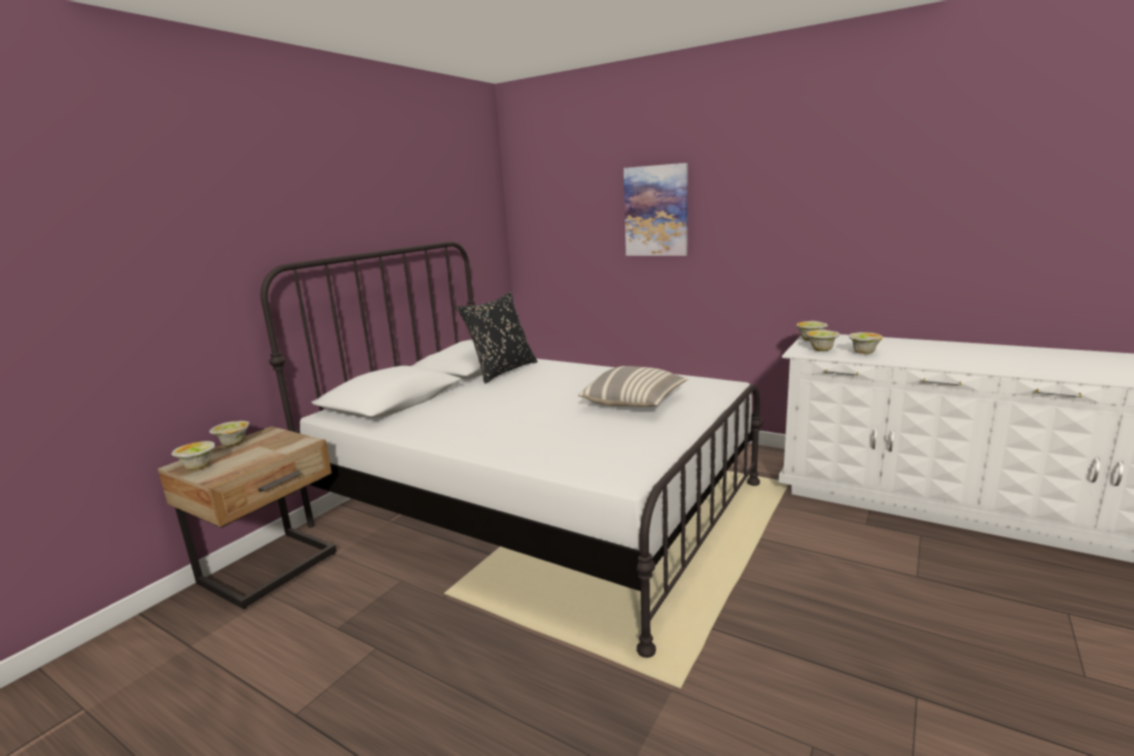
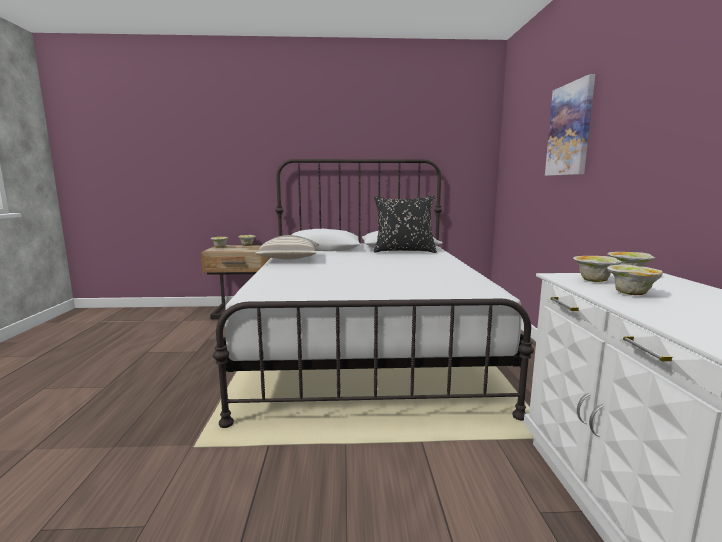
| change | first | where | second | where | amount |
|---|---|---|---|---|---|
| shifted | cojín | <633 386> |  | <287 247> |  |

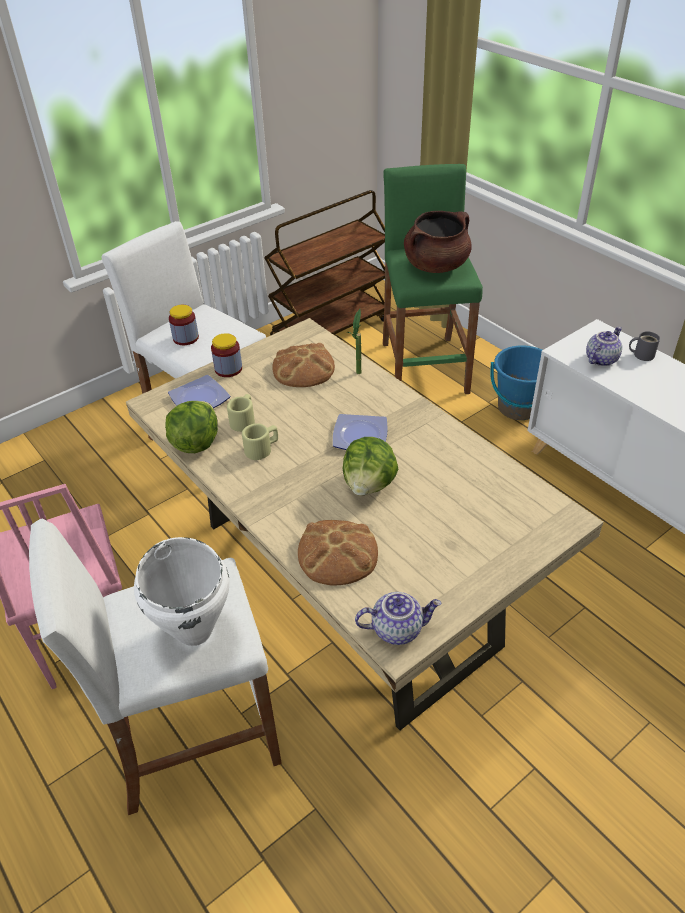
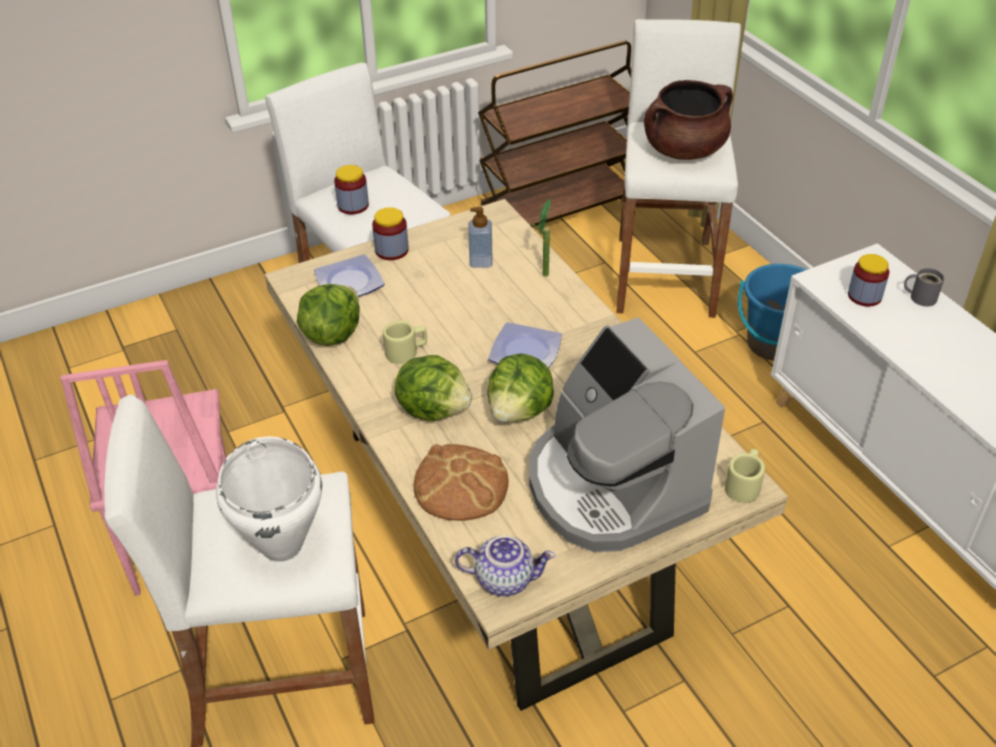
| change | first | where | second | where | amount |
|---|---|---|---|---|---|
| new |  |  | lechuga | <433 388> |  |
| new |  |  | cafetera | <627 434> |  |
| shifted | taza grande [beis] | <241 413> |  | <745 476> |  |
| swapped | pan | <303 365> | dispensador de jabón | <480 237> |  |
| swapped | tetera | <604 346> | tarro | <868 280> |  |
| repainted | taburete [verde] | <433 279> | taburete [blanco] | <679 168> |  |

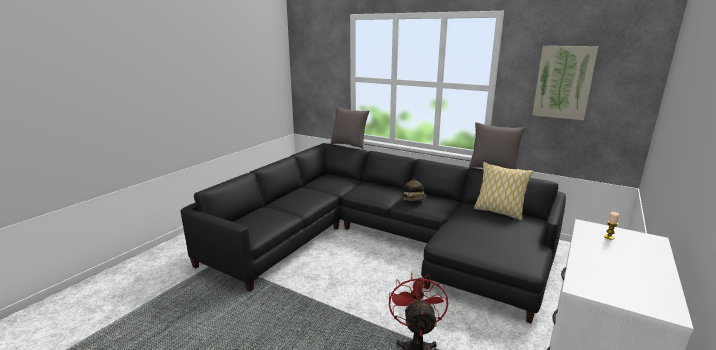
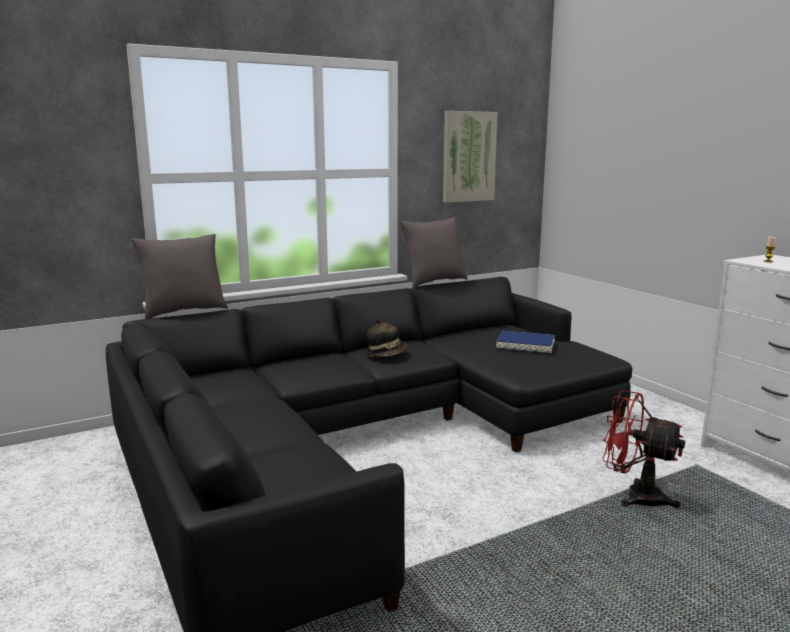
| change | first | where | second | where | amount |
|---|---|---|---|---|---|
| gone | cojín | <503 191> |  |  |  |
| new |  |  | libro [azul] | <525 341> |  |

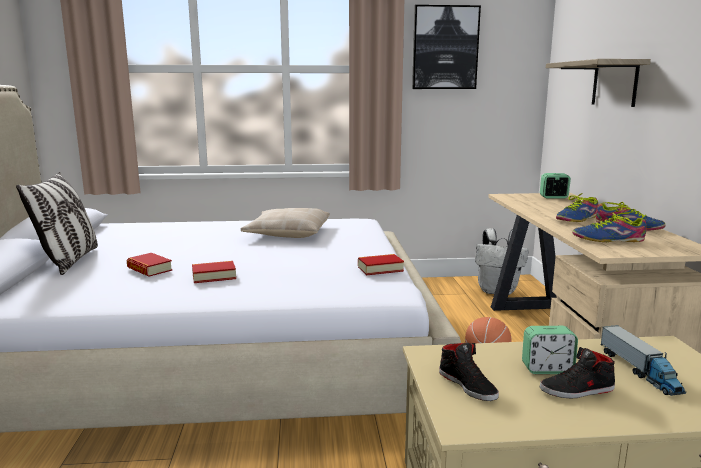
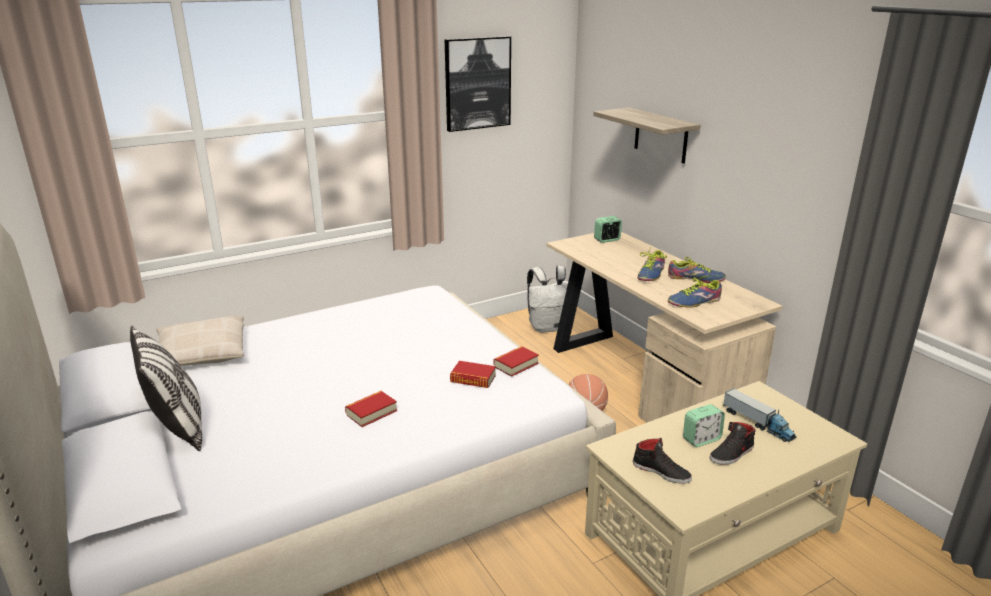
| change | first | where | second | where | amount |
|---|---|---|---|---|---|
| shifted | libro | <149 265> |  | <473 374> |  |
| shifted | cojín [beis] | <285 223> |  | <200 341> |  |

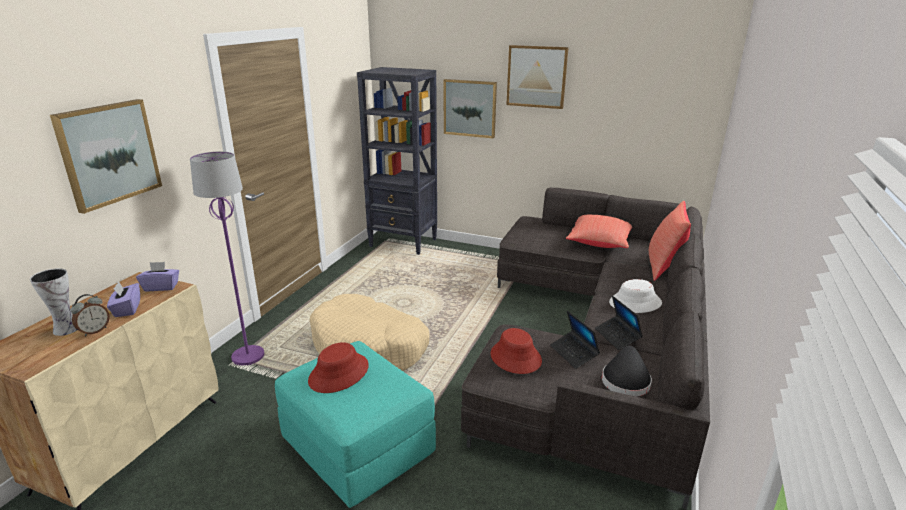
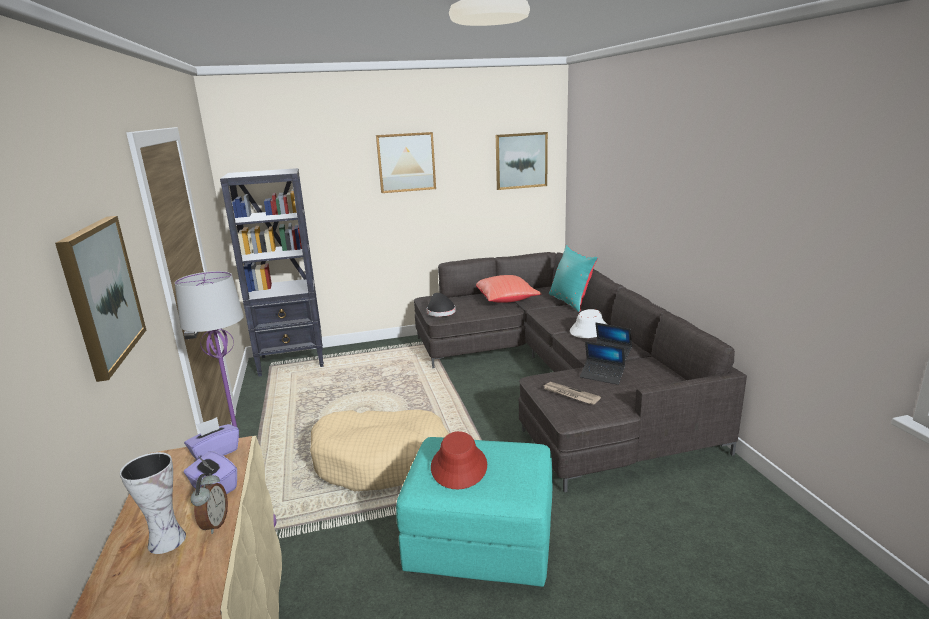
| change | first | where | second | where | amount |
|---|---|---|---|---|---|
| shifted | cuadro | <470 109> |  | <522 161> |  |
| shifted | sombrero [negro] | <627 371> |  | <441 305> |  |
| swapped | sombrero [rojo] | <516 351> | periódico | <572 393> |  |
| repainted | cojín [rojo] | <670 241> | cojín [turquesa] | <573 278> |  |

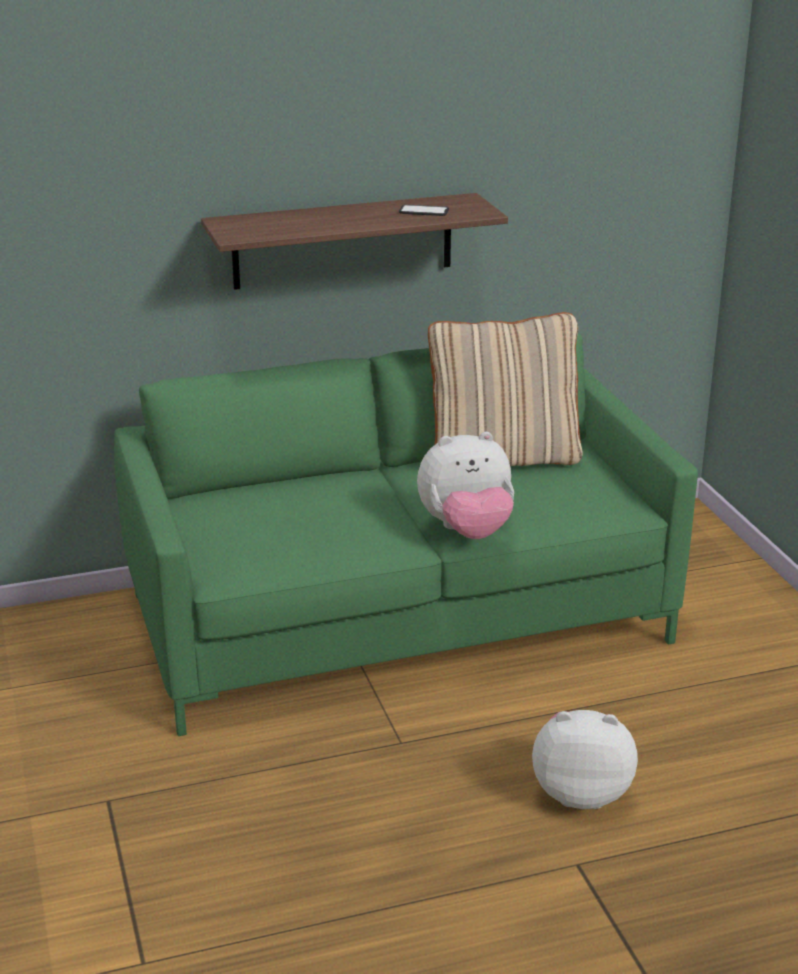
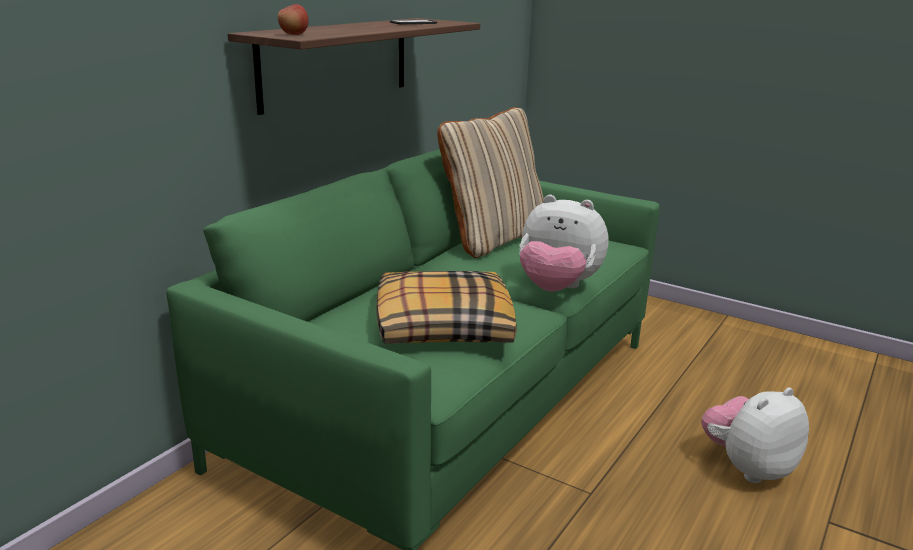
| change | first | where | second | where | amount |
|---|---|---|---|---|---|
| new |  |  | manzana | <293 19> |  |
| new |  |  | cojín | <447 307> |  |
| rotated | peluche | <465 485> |  | <563 243> | 75 degrees clockwise |

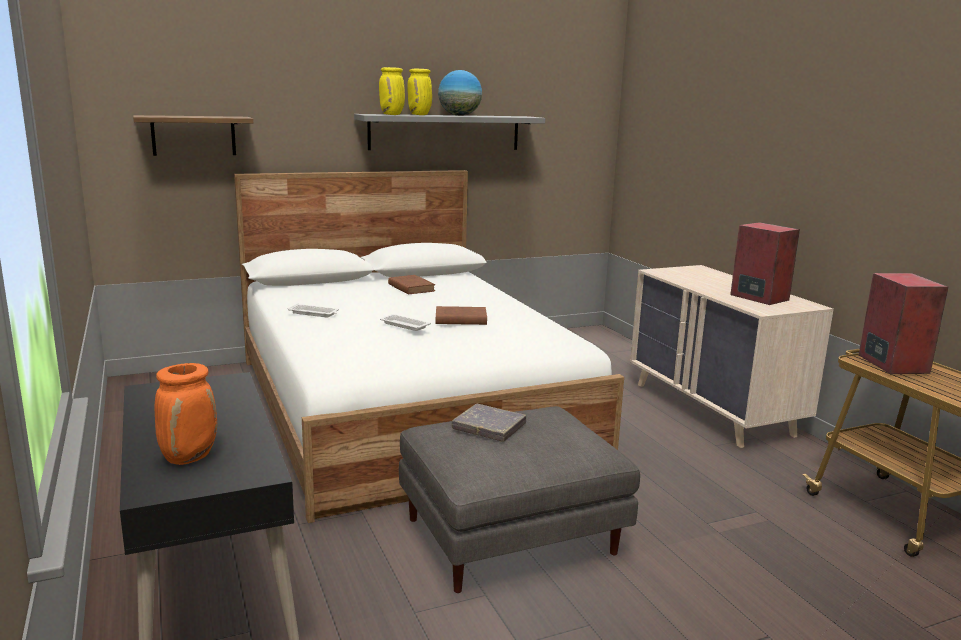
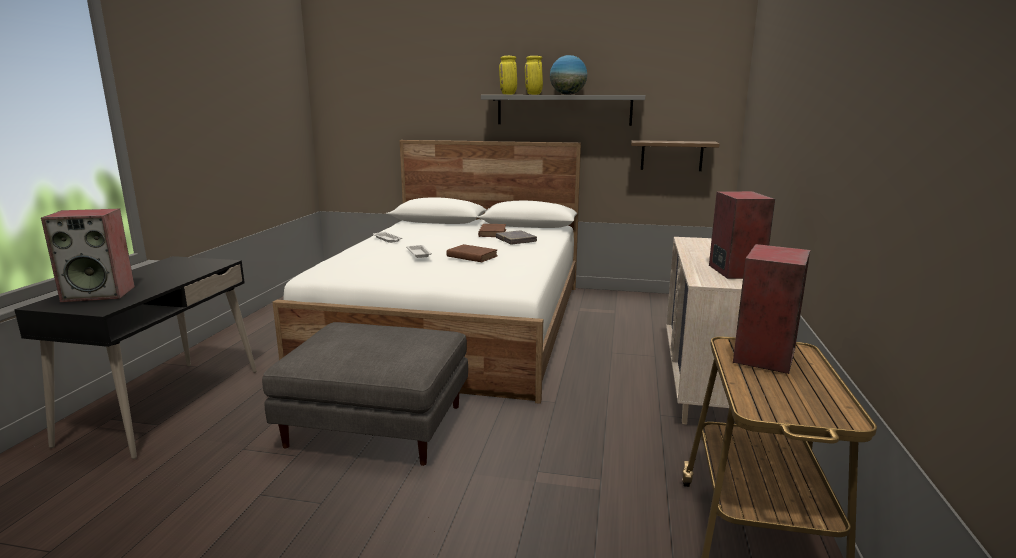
| change | first | where | second | where | amount |
|---|---|---|---|---|---|
| shifted | estante | <193 135> |  | <675 155> |  |
| shifted | libro [gris] | <488 423> |  | <516 237> |  |
| swapped | florero [naranja] | <186 414> | altavoz | <88 255> |  |

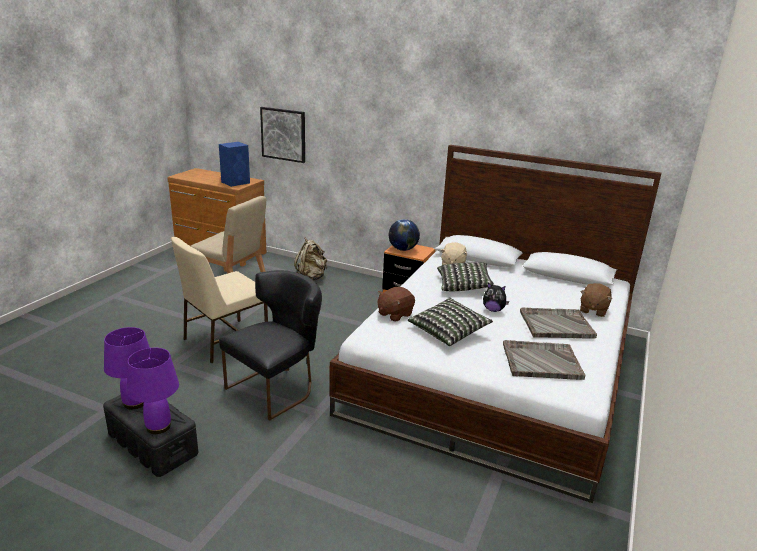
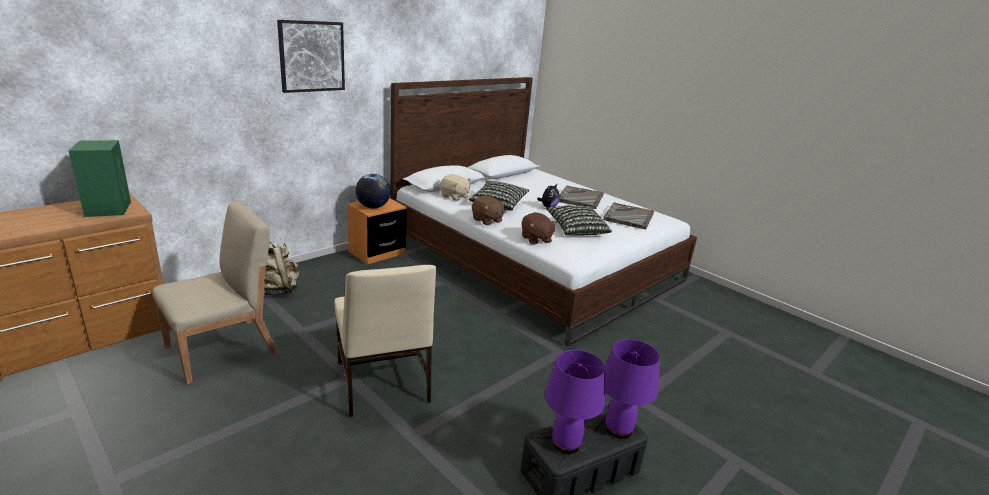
| change | first | where | second | where | amount |
|---|---|---|---|---|---|
| gone | silla [negro] | <270 345> |  |  |  |
| shifted | cuadro | <282 135> |  | <311 56> |  |
| shifted | peluche [marrón] | <596 300> |  | <489 210> |  |
| repainted | altavoz [azul] | <234 164> | altavoz [verde] | <100 178> |  |

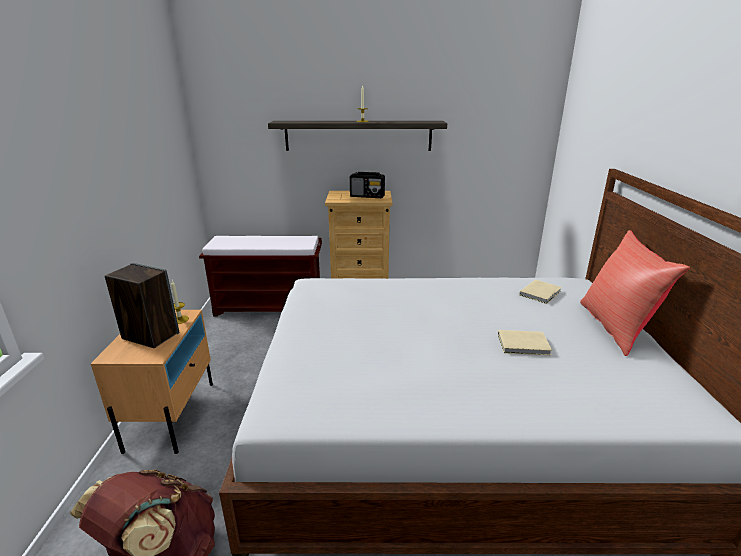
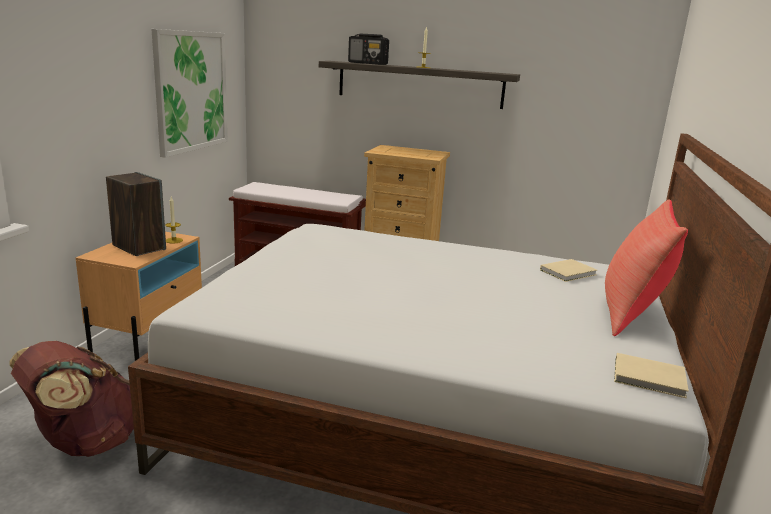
| change | first | where | second | where | amount |
|---|---|---|---|---|---|
| new |  |  | cuadro | <189 93> |  |
| shifted | radio | <367 185> |  | <368 49> |  |
| shifted | libro [beis] | <525 342> |  | <651 375> |  |

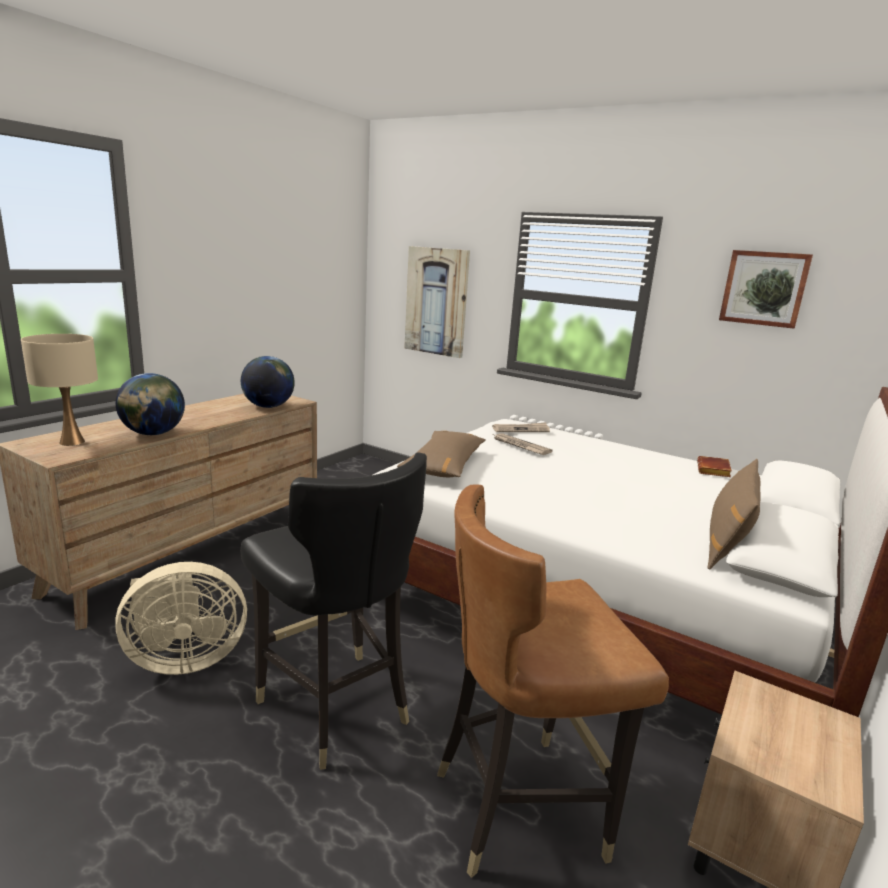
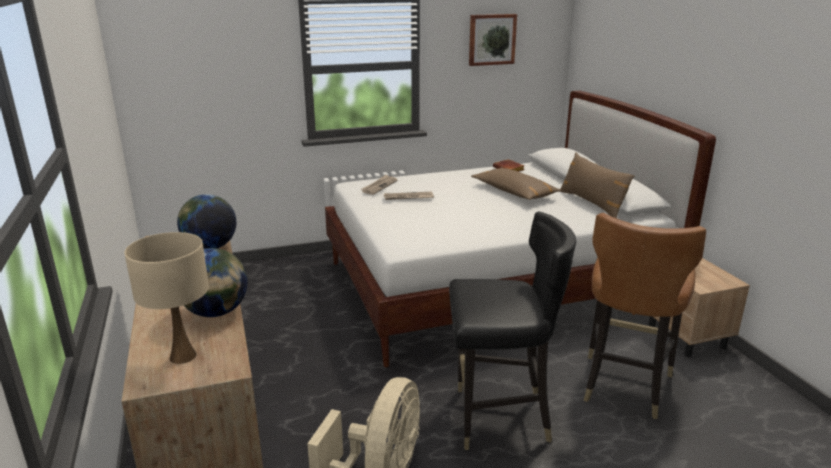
| change | first | where | second | where | amount |
|---|---|---|---|---|---|
| gone | cuadro | <437 302> |  |  |  |
| shifted | cojín [marrón] | <441 454> |  | <516 184> |  |

